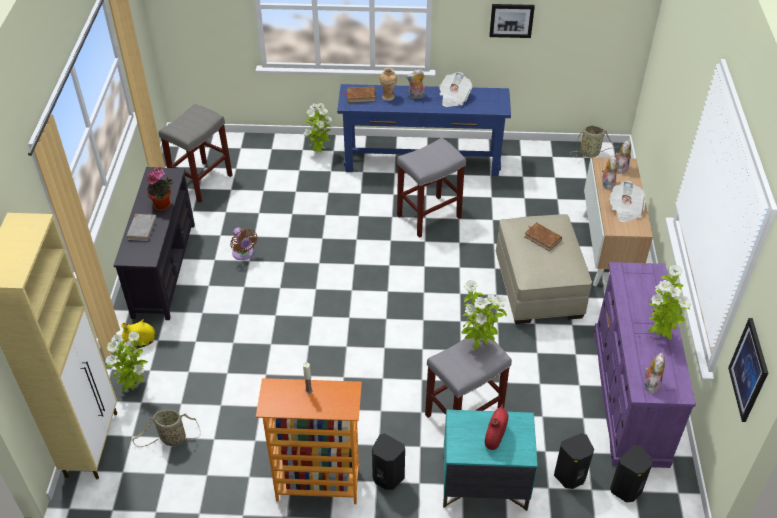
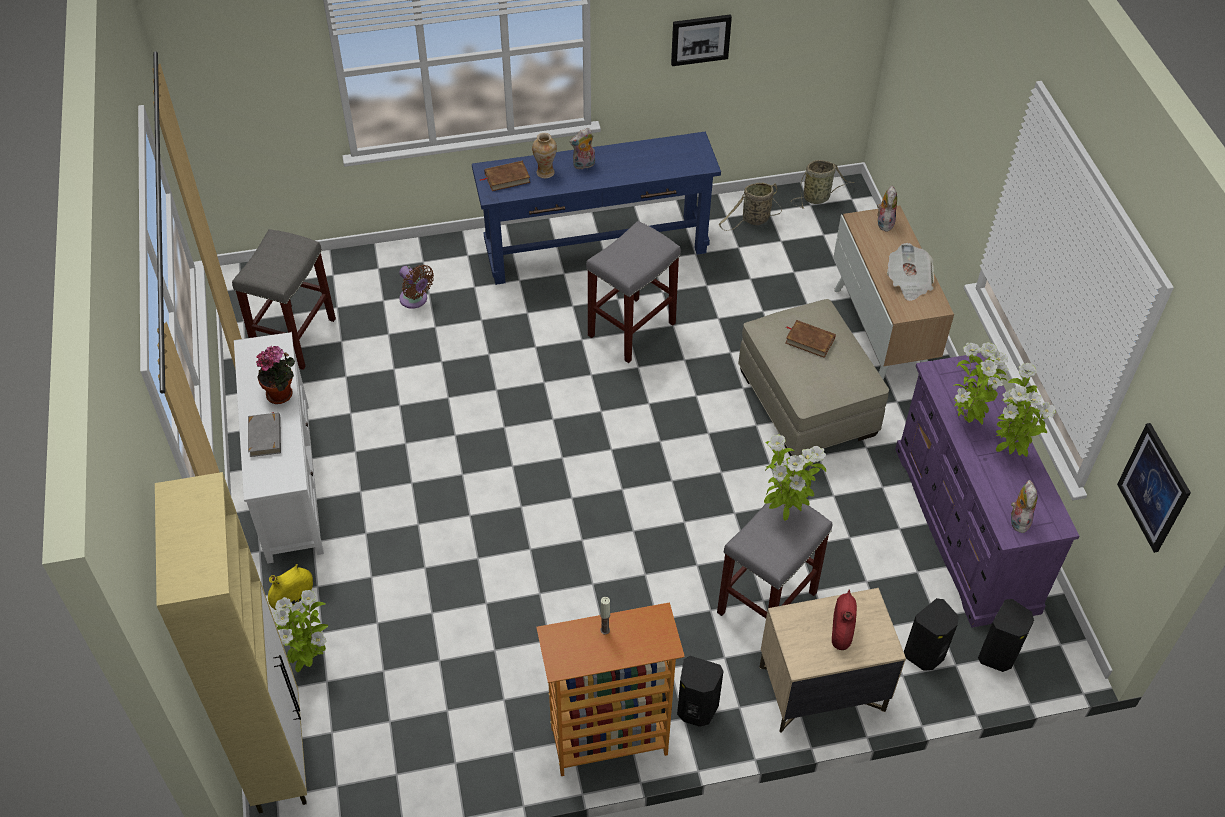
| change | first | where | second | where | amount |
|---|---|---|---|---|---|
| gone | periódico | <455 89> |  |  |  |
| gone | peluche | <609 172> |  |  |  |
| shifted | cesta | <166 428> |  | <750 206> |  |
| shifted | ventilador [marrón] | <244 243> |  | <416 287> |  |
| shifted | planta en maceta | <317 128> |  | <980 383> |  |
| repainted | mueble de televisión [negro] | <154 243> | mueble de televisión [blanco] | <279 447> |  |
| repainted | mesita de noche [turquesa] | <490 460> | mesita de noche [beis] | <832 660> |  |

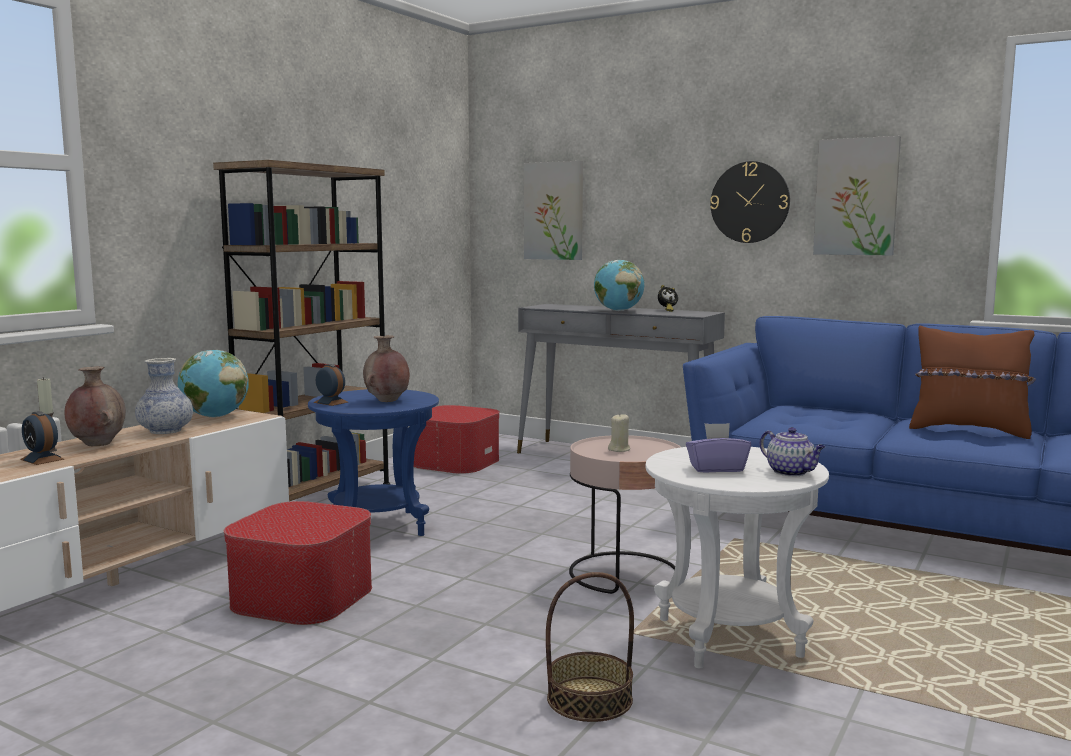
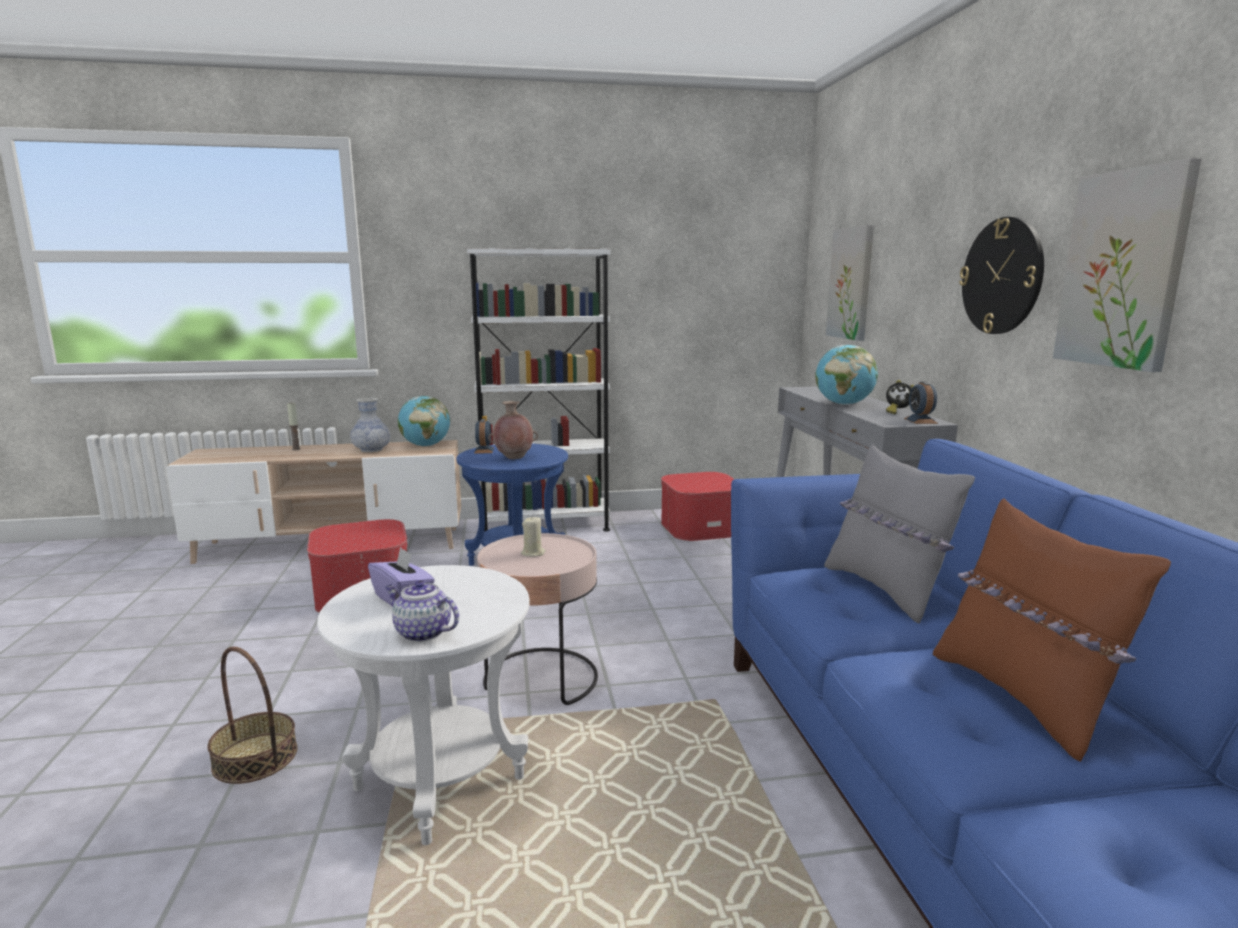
| change | first | where | second | where | amount |
|---|---|---|---|---|---|
| gone | florero [marrón] | <95 406> |  |  |  |
| new |  |  | cojín [gris] | <899 533> |  |
| shifted | despertador | <42 438> |  | <921 403> |  |
| repainted | estantería [marrón] | <302 330> | estantería [blanco] | <538 390> |  |
| rotated | tetera | <792 451> |  | <422 611> | 105 degrees clockwise |

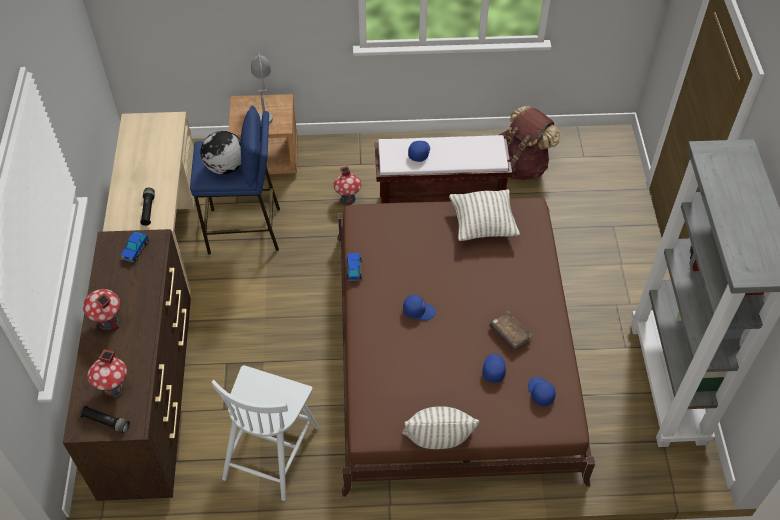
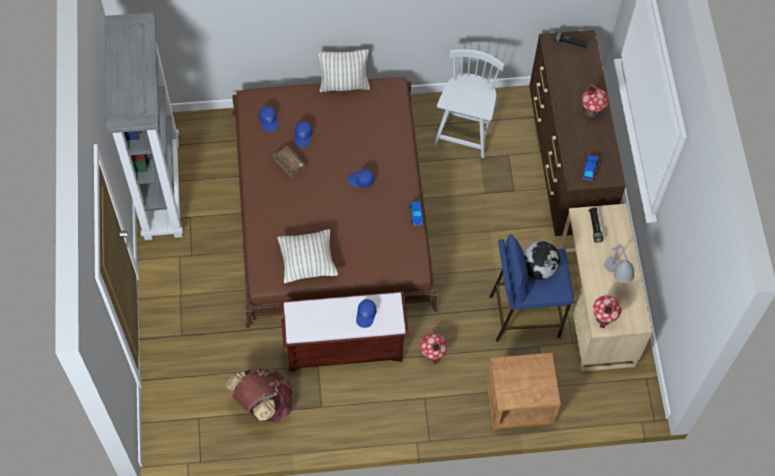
| change | first | where | second | where | amount |
|---|---|---|---|---|---|
| shifted | casita | <107 373> |  | <607 311> |  |
| shifted | lámpara de mesa [gris] | <262 89> |  | <619 263> |  |

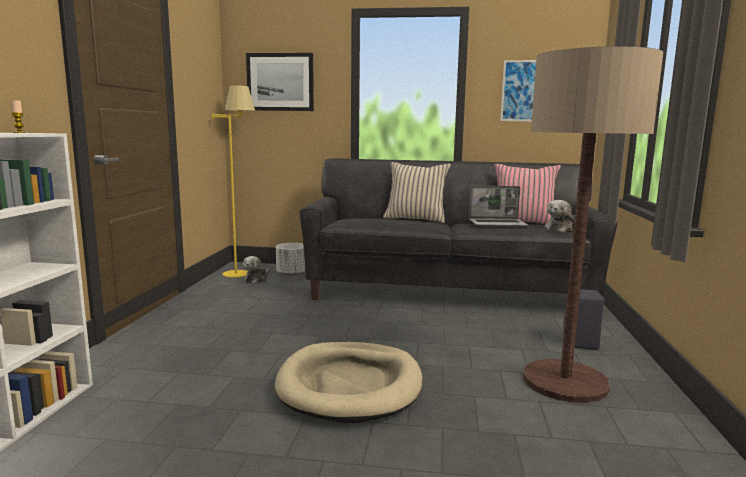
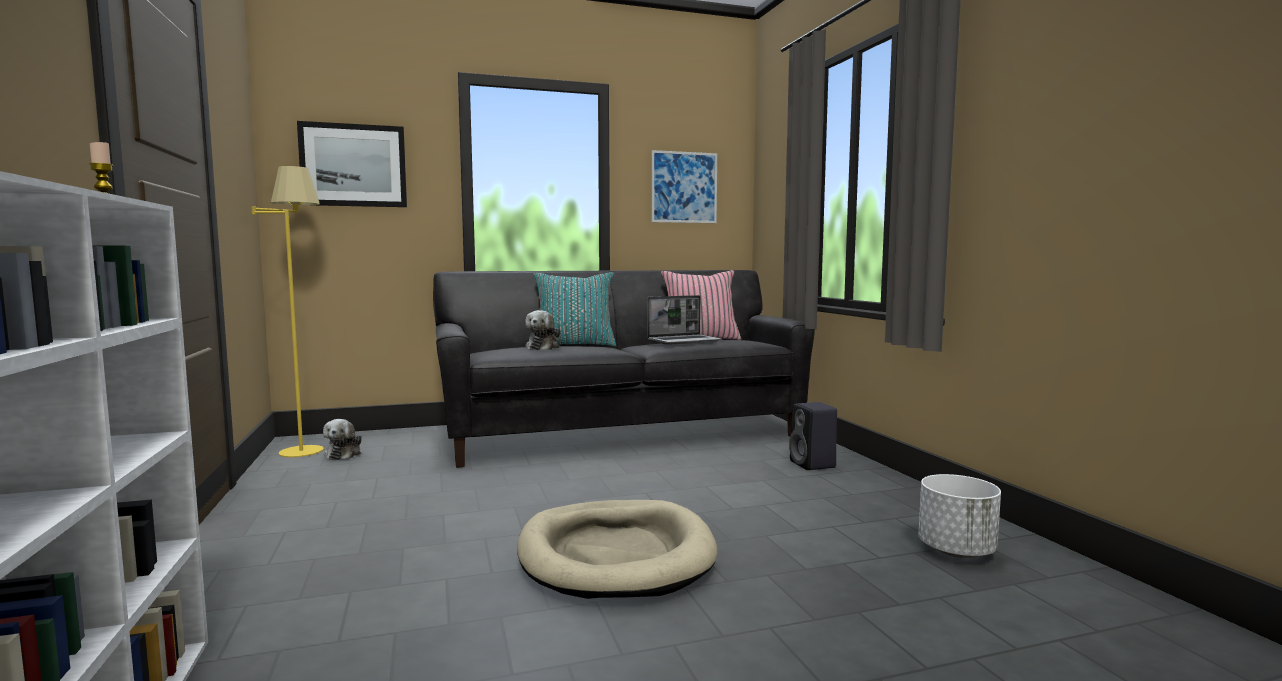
| change | first | where | second | where | amount |
|---|---|---|---|---|---|
| gone | lámpara de pie | <593 224> |  |  |  |
| shifted | maceta [blanco] | <290 259> |  | <959 516> |  |
| shifted | peluche | <560 216> |  | <543 330> |  |
| repainted | cojín [beis] | <417 192> | cojín [turquesa] | <574 309> |  |

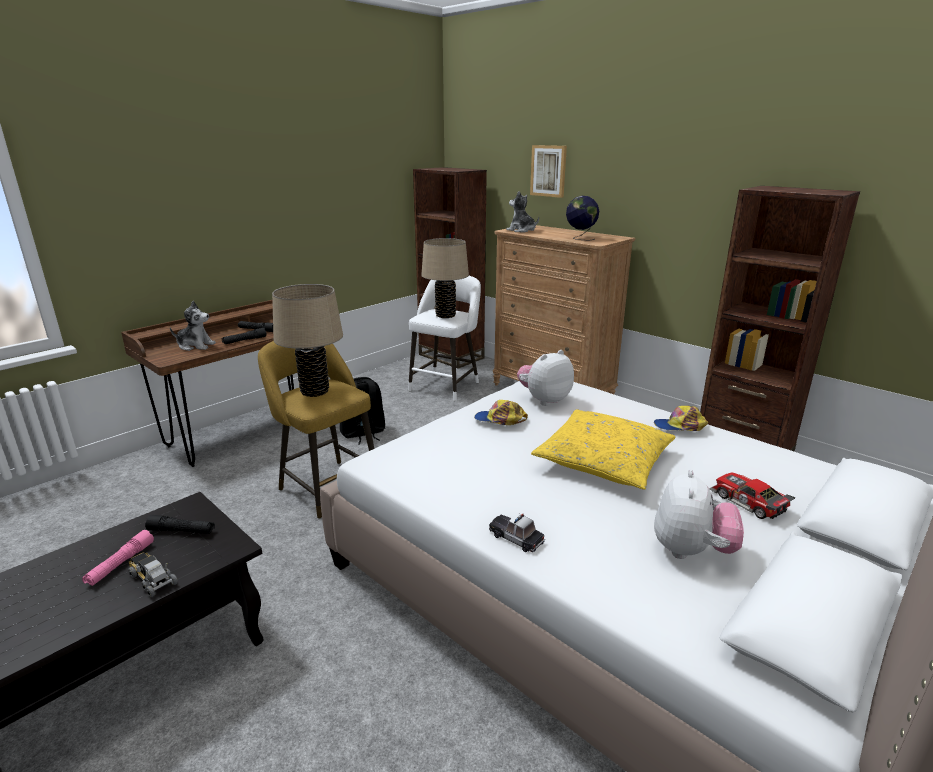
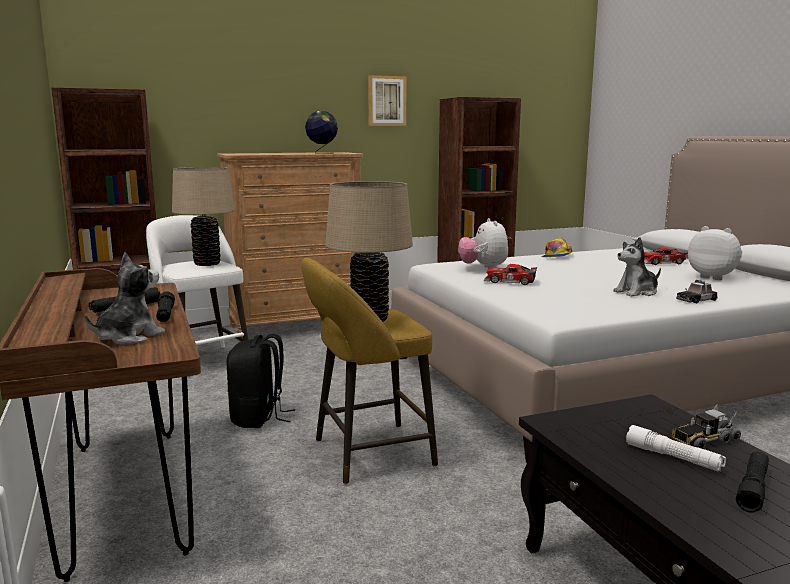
| change | first | where | second | where | amount |
|---|---|---|---|---|---|
| gone | cojín [amarillo] | <603 449> |  |  |  |
| shifted | linterna [negro] | <180 524> |  | <752 482> |  |
| shifted | peluche | <522 211> |  | <637 267> |  |
| shifted | cuadro | <548 171> |  | <387 100> |  |
| swapped | gorra | <501 412> | coche de juguete | <510 274> |  |
| repainted | linterna [rosa] | <118 558> | linterna [blanco] | <676 448> |  |

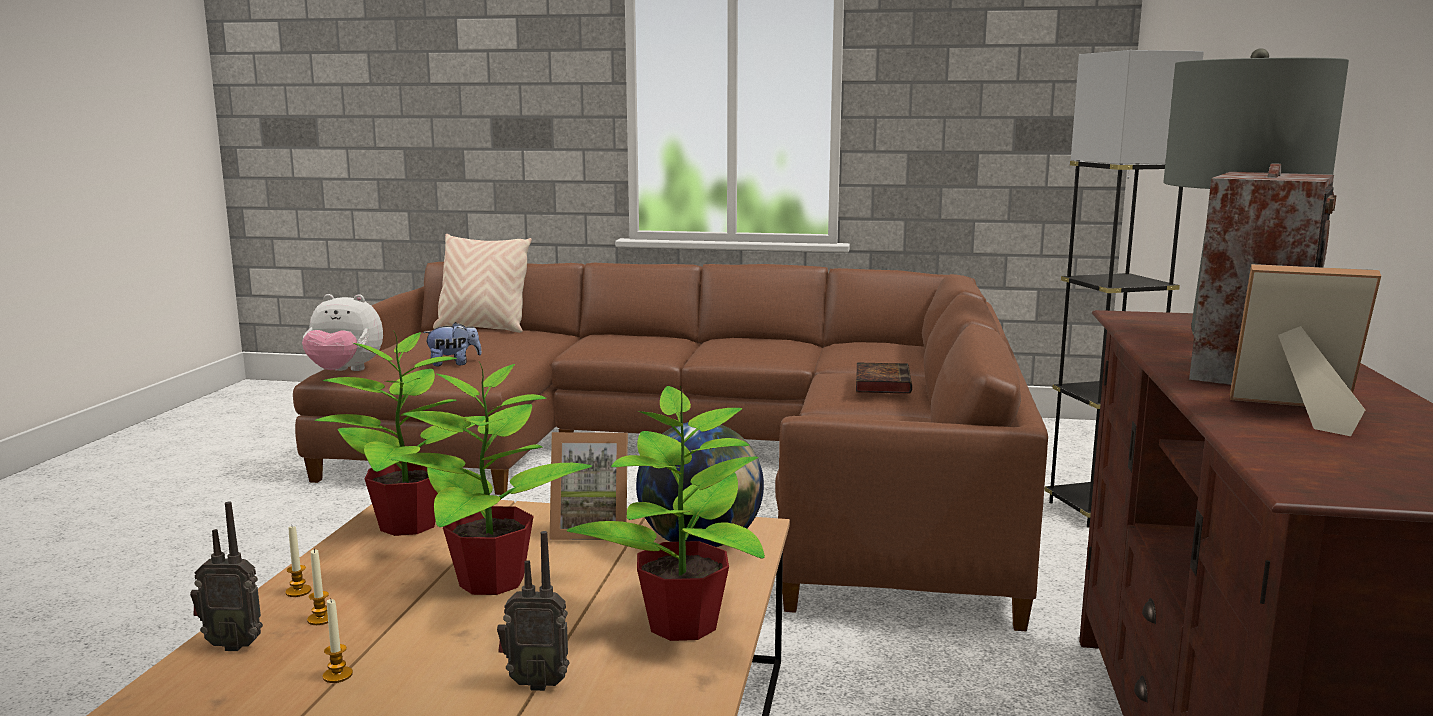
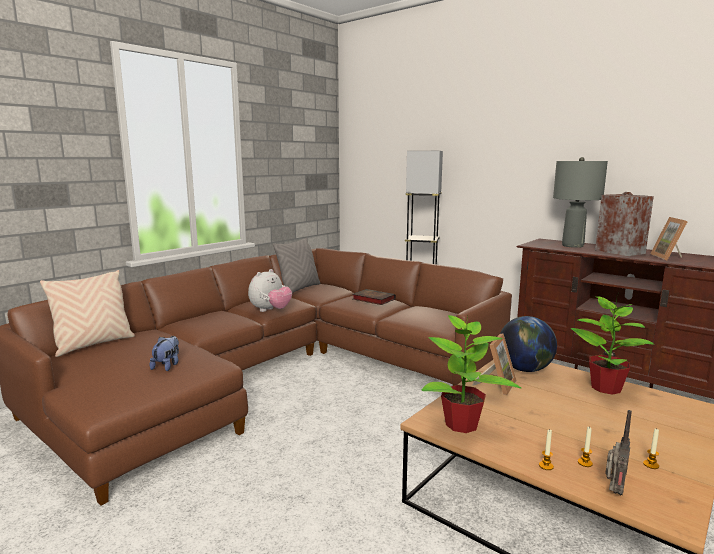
| change | first | where | second | where | amount |
|---|---|---|---|---|---|
| gone | planta en maceta | <491 478> |  |  |  |
| gone | radio | <533 611> |  |  |  |
| new |  |  | cojín [gris] | <296 265> |  |
| shifted | peluche | <342 332> |  | <270 290> |  |
| rotated | portarretratos | <1305 350> |  | <669 238> | 45 degrees counterclockwise |

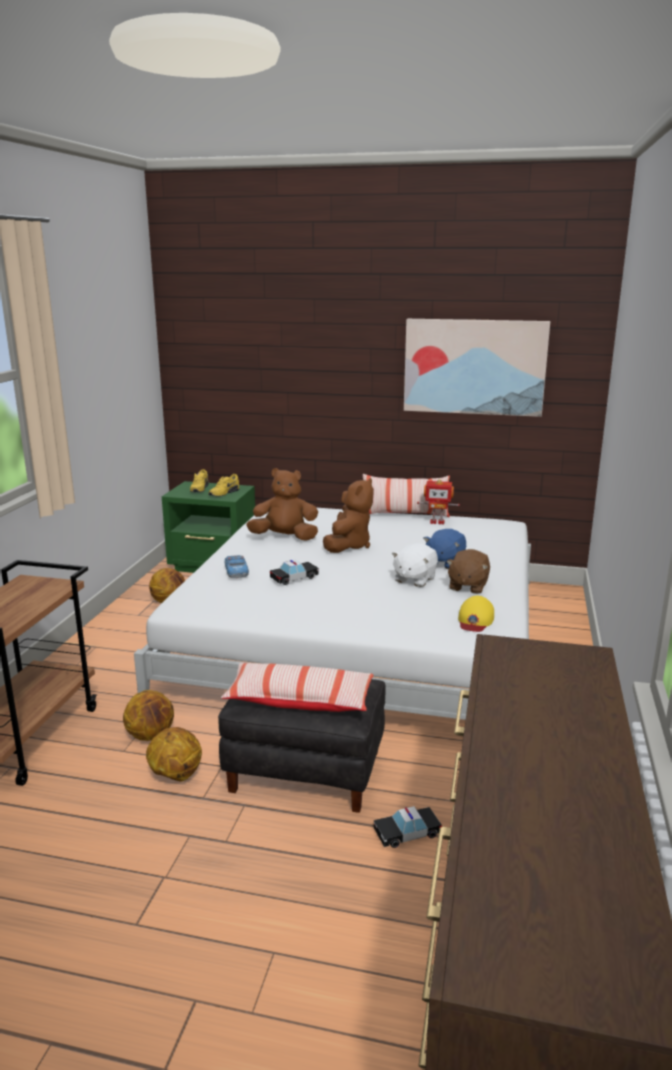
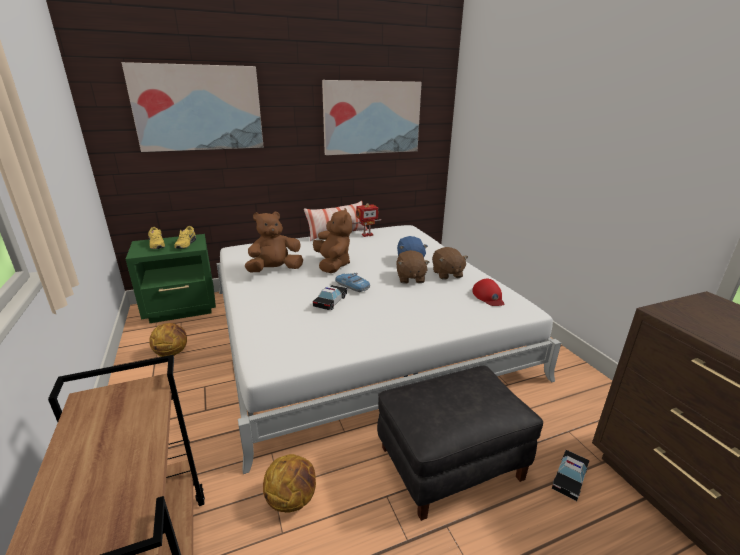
| change | first | where | second | where | amount |
|---|---|---|---|---|---|
| gone | balón de baloncesto | <174 754> |  |  |  |
| gone | cojín | <297 687> |  |  |  |
| new |  |  | cuadro | <193 107> |  |
| shifted | coche de juguete | <237 566> |  | <352 282> |  |
| repainted | peluche [blanco] | <414 565> | peluche [marrón] | <413 267> |  |
| repainted | gorra [amarillo] | <476 614> | gorra [rojo] | <488 292> |  |

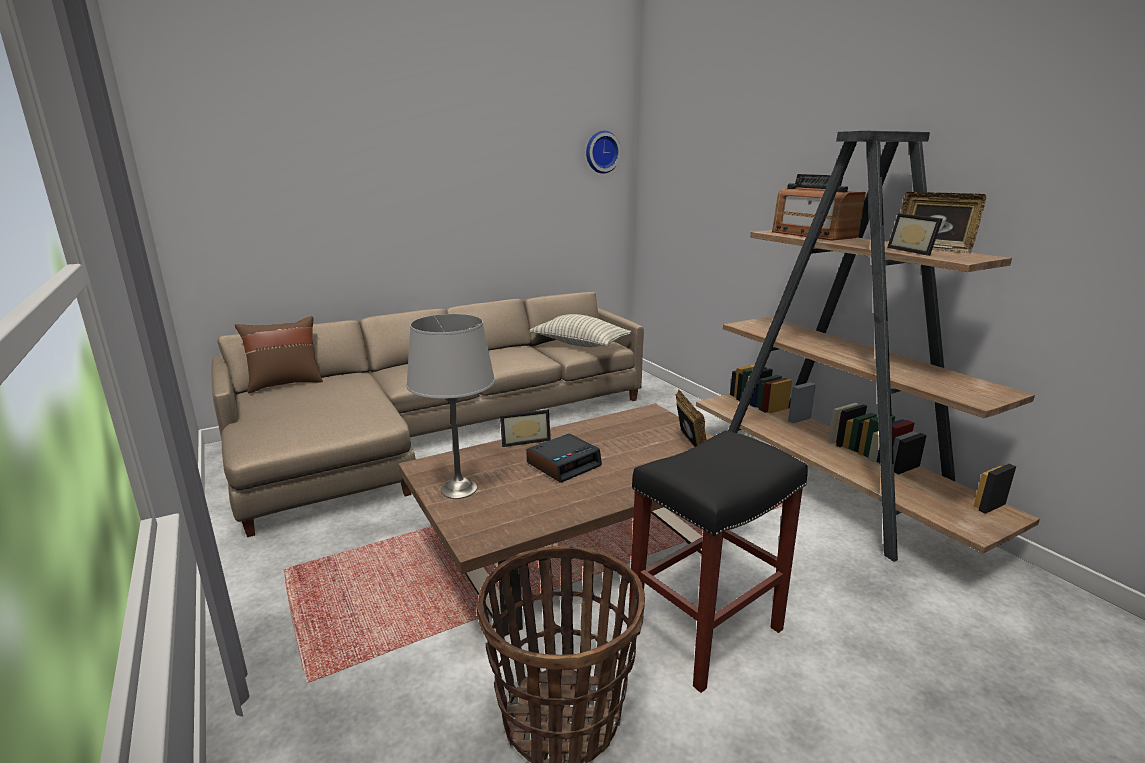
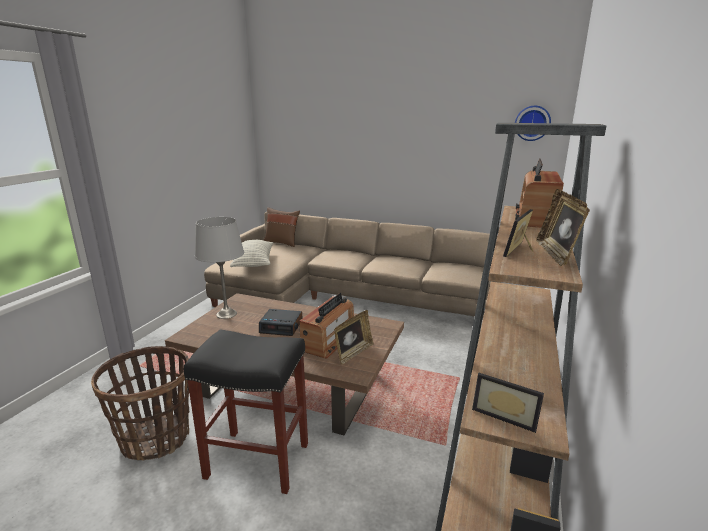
| change | first | where | second | where | amount |
|---|---|---|---|---|---|
| new |  |  | radio | <326 326> |  |
| shifted | portarretratos | <525 428> |  | <508 403> |  |
| shifted | cojín | <580 330> |  | <251 253> |  |

